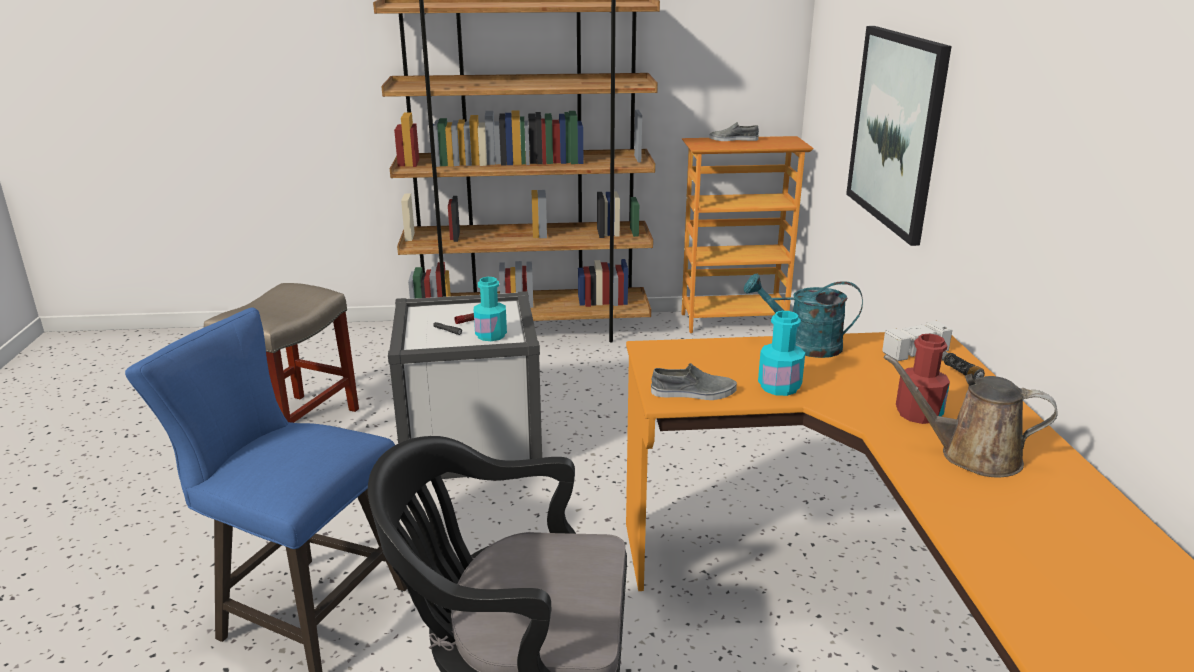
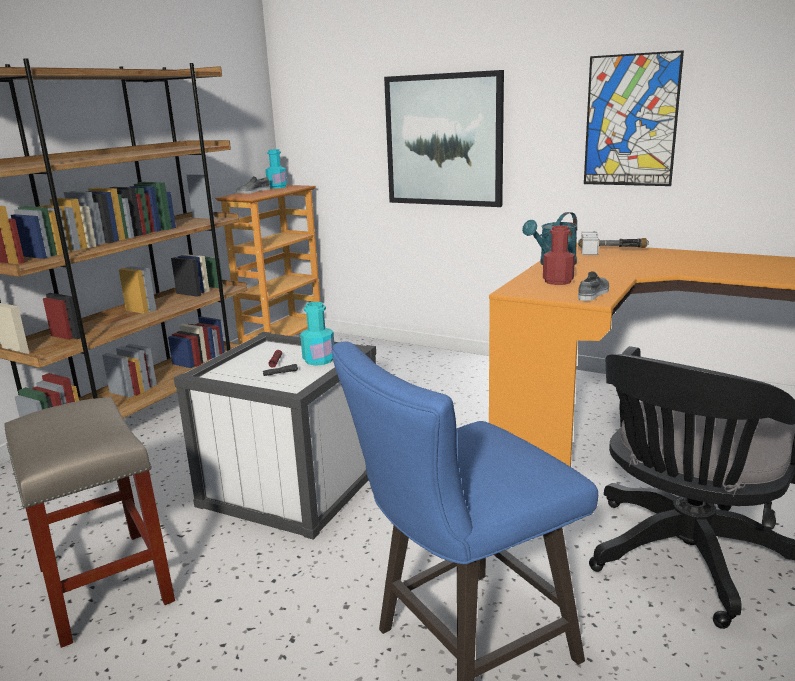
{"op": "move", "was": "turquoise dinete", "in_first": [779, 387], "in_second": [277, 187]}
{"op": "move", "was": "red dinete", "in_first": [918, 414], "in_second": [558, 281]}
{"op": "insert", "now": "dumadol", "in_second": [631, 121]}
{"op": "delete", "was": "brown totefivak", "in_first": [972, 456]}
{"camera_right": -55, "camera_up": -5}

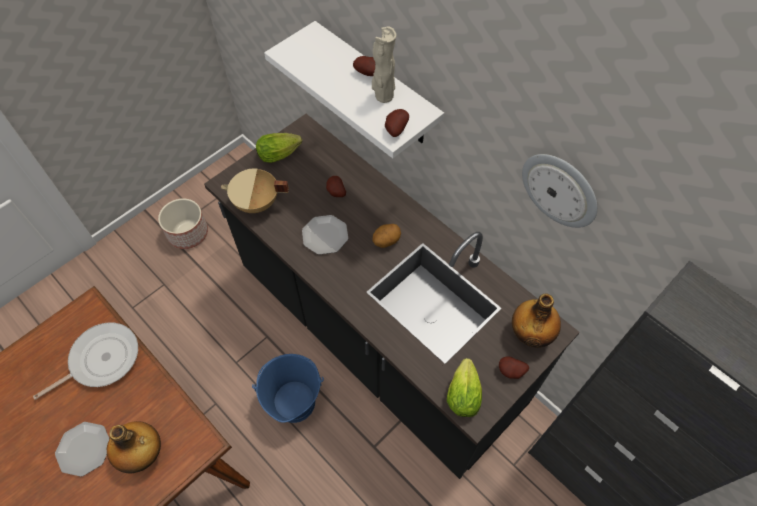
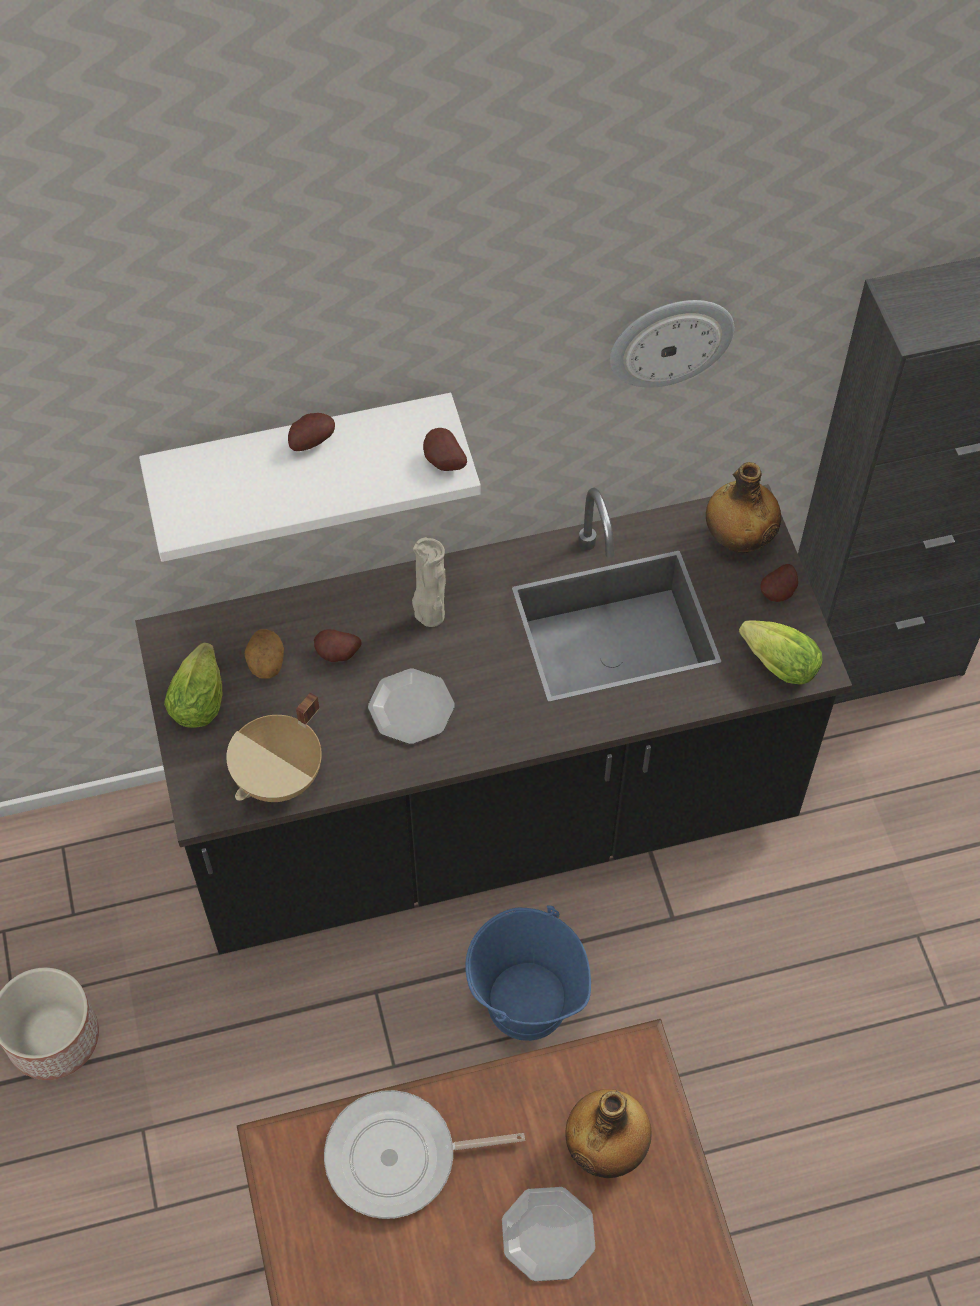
{"op": "move", "was": "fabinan", "in_first": [386, 241], "in_second": [266, 664]}
{"op": "rotate", "was": "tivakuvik", "in_first": [101, 359], "in_second": [399, 1158], "clockwise": -90}
{"op": "move", "was": "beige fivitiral", "in_first": [383, 96], "in_second": [430, 617]}
{"camera_right": -60, "camera_up": 0}

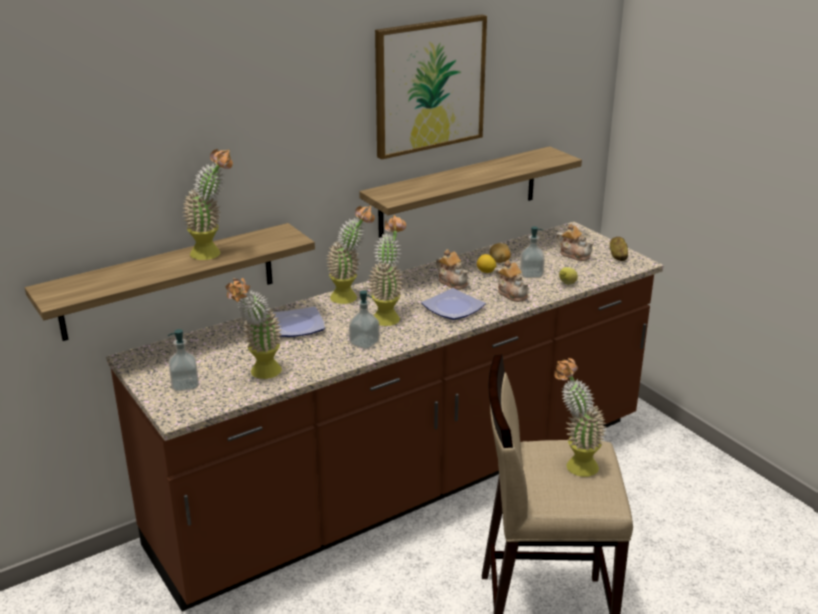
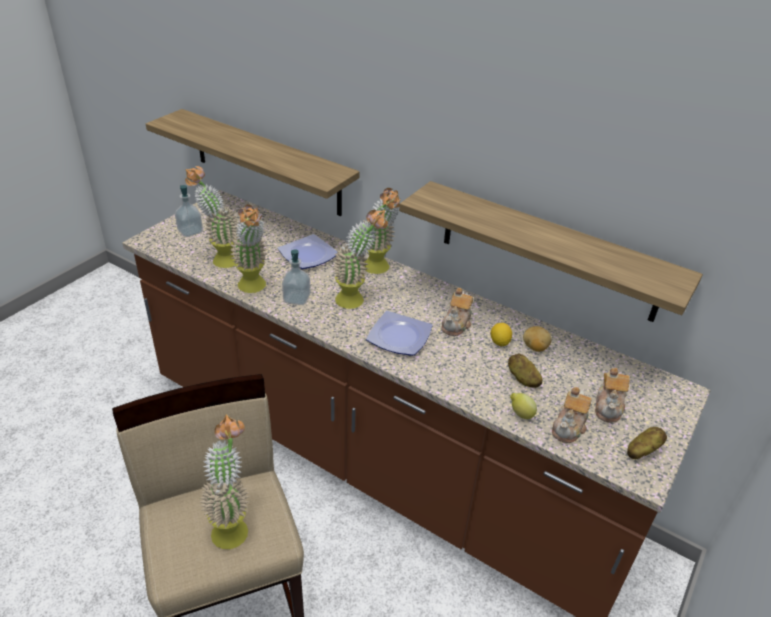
{"op": "move", "was": "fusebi", "in_first": [213, 253], "in_second": [254, 289]}
{"op": "replace", "was": "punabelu", "now": "fabinan", "in_first": [531, 274], "in_second": [522, 379]}
{"op": "move", "was": "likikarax", "in_first": [512, 294], "in_second": [569, 427]}
{"op": "delete", "was": "dumadol", "in_first": [429, 85]}
{"camera_right": 65, "camera_up": 10}

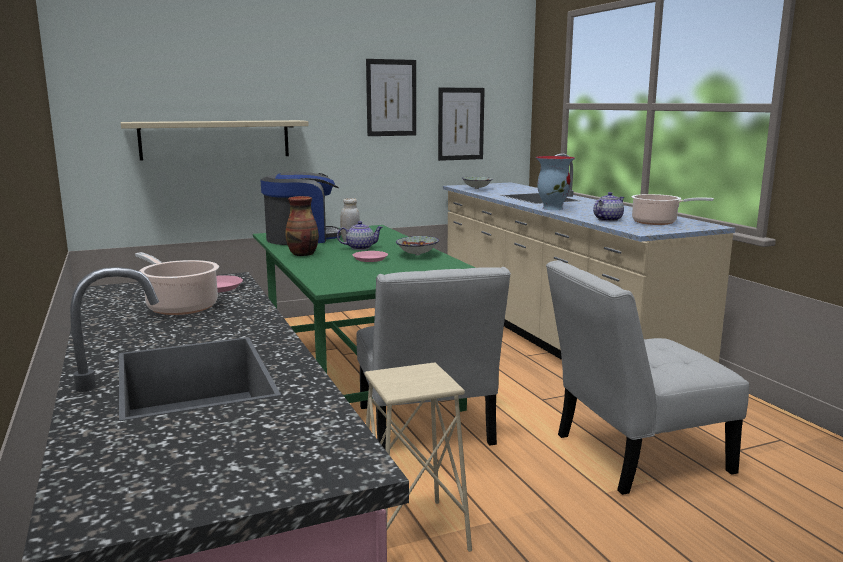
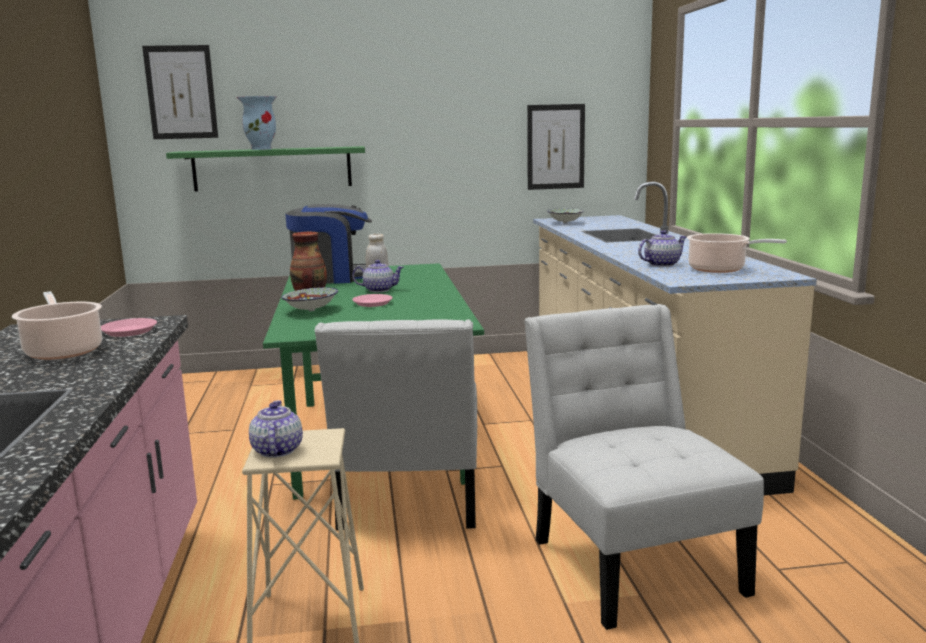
{"op": "move", "was": "dumadol", "in_first": [391, 98], "in_second": [181, 92]}
{"op": "recolor", "was": "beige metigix", "now": "green metigix", "in_first": [215, 139], "in_second": [272, 168]}
{"op": "move", "was": "fivitiral", "in_first": [552, 208], "in_second": [262, 149]}
{"op": "insert", "now": "likikarax", "in_second": [276, 451]}
{"op": "move", "was": "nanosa", "in_first": [418, 255], "in_second": [312, 310]}
{"op": "rotate", "was": "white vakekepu", "in_first": [633, 455], "in_second": [632, 560], "clockwise": 75}
{"camera_right": 15, "camera_up": 0}

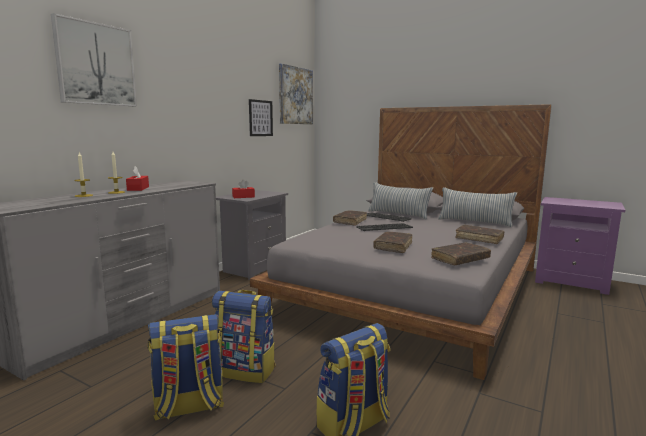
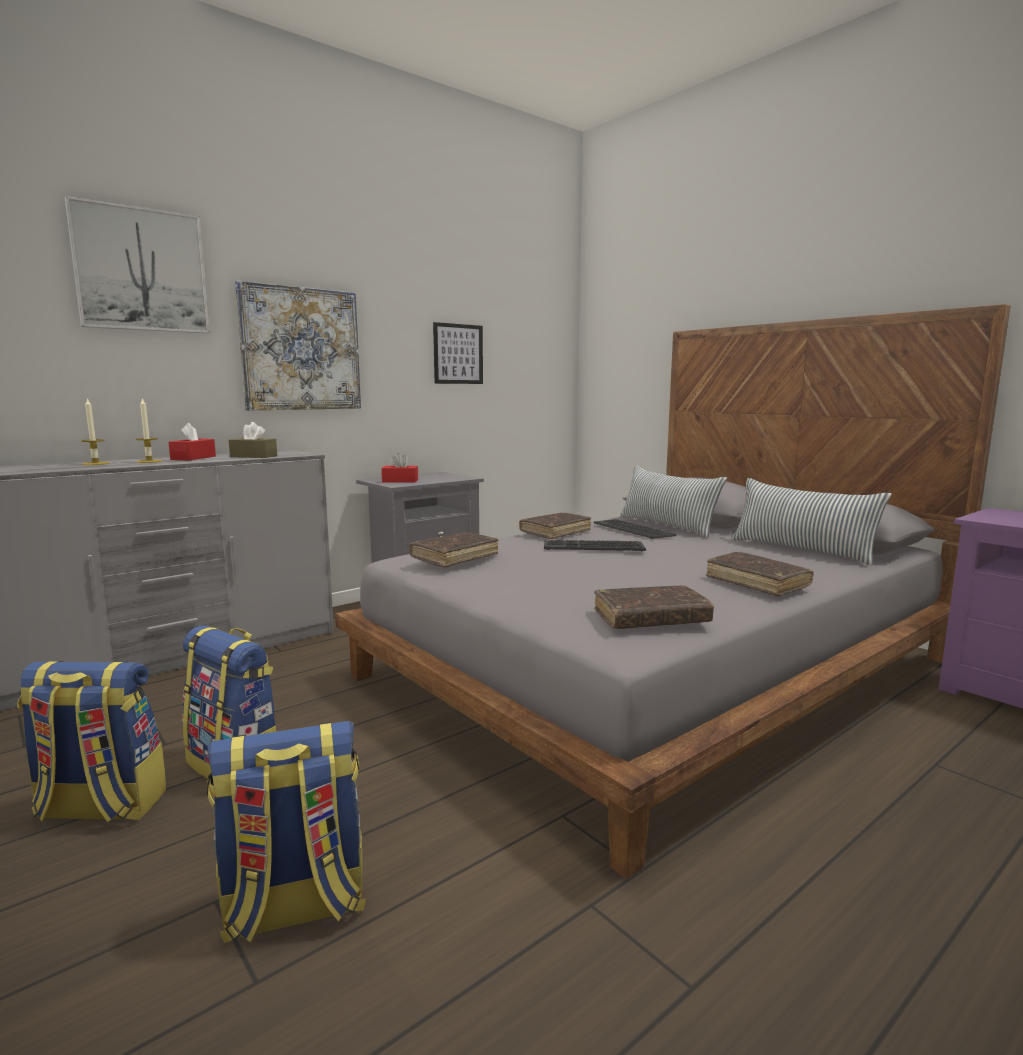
{"op": "insert", "now": "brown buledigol", "in_second": [253, 456]}
{"op": "move", "was": "dumadol", "in_first": [295, 96], "in_second": [301, 349]}
{"op": "move", "was": "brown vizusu", "in_first": [393, 247], "in_second": [454, 557]}
{"camera_right": 20, "camera_up": 0}

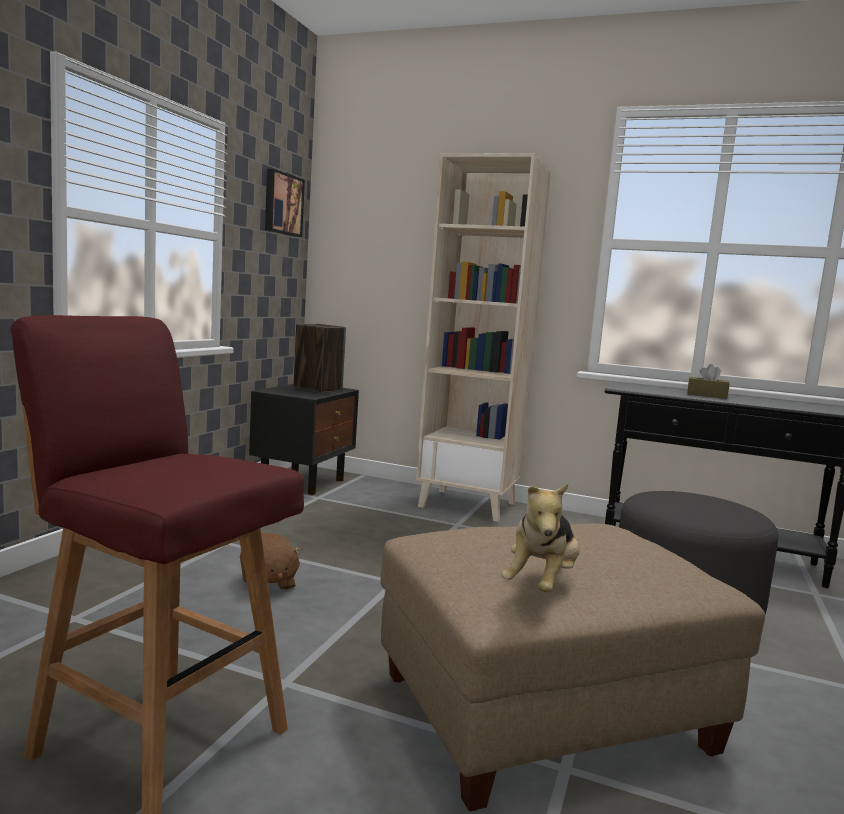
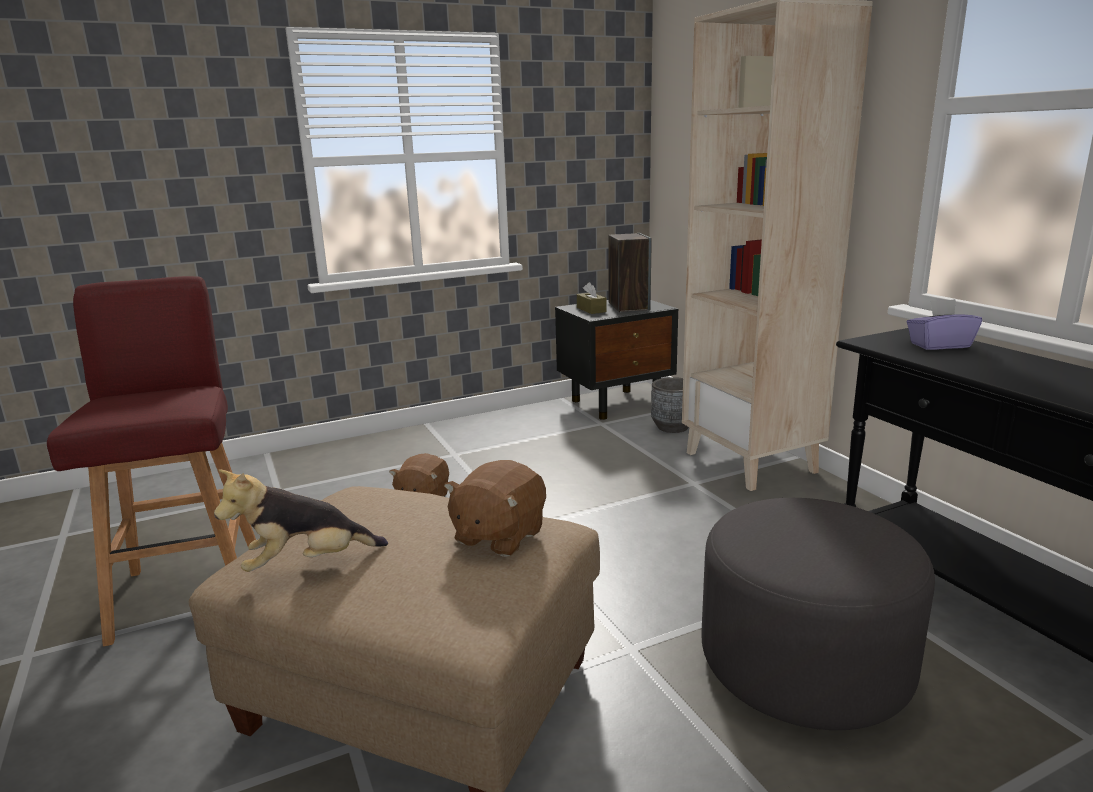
{"op": "insert", "now": "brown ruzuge", "in_second": [498, 536]}
{"op": "move", "was": "brown buledigol", "in_first": [707, 395], "in_second": [591, 310]}
{"op": "insert", "now": "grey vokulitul", "in_second": [672, 427]}
{"op": "insert", "now": "purple buledigol", "in_second": [939, 345]}
{"op": "delete", "was": "dumadol", "in_first": [282, 204]}
{"camera_right": 45, "camera_up": 10}

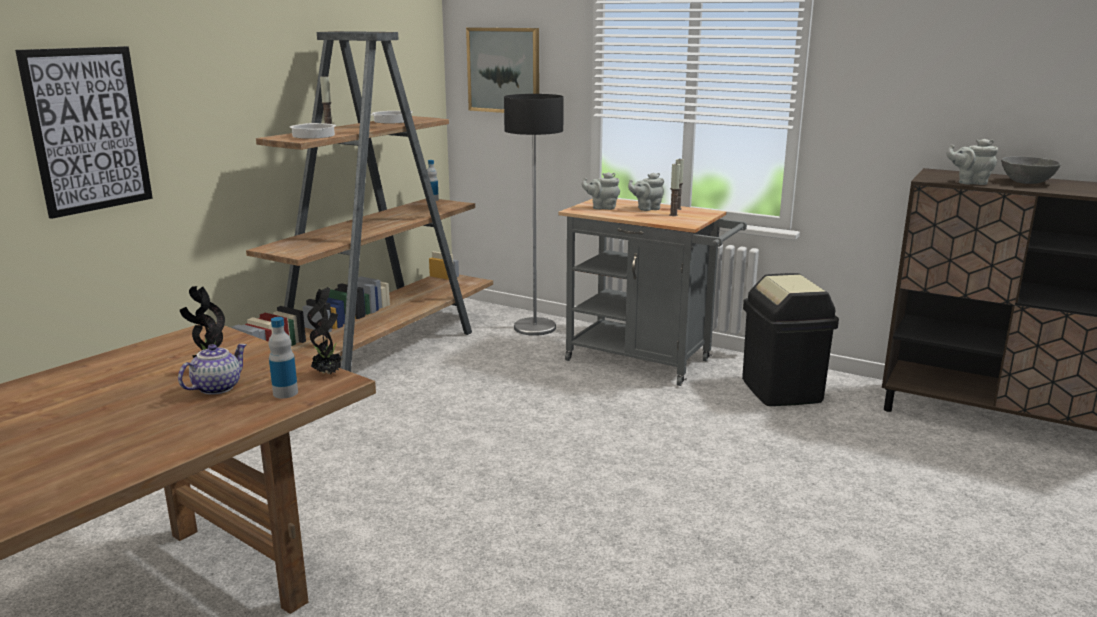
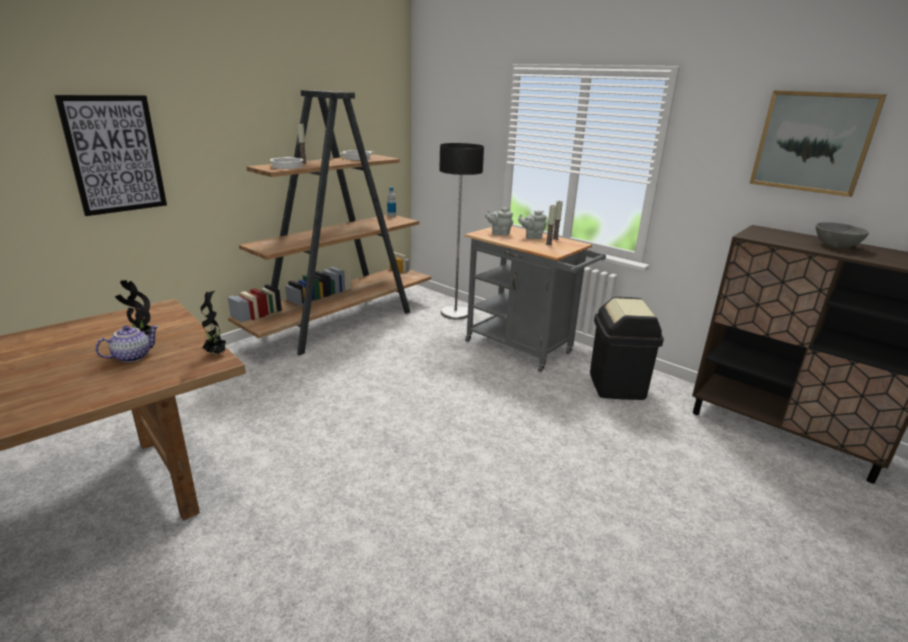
{"op": "move", "was": "dumadol", "in_first": [504, 70], "in_second": [813, 142]}
{"op": "delete", "was": "dinete", "in_first": [285, 393]}
{"op": "delete", "was": "grey likikarax", "in_first": [970, 182]}
{"camera_right": 10, "camera_up": 5}

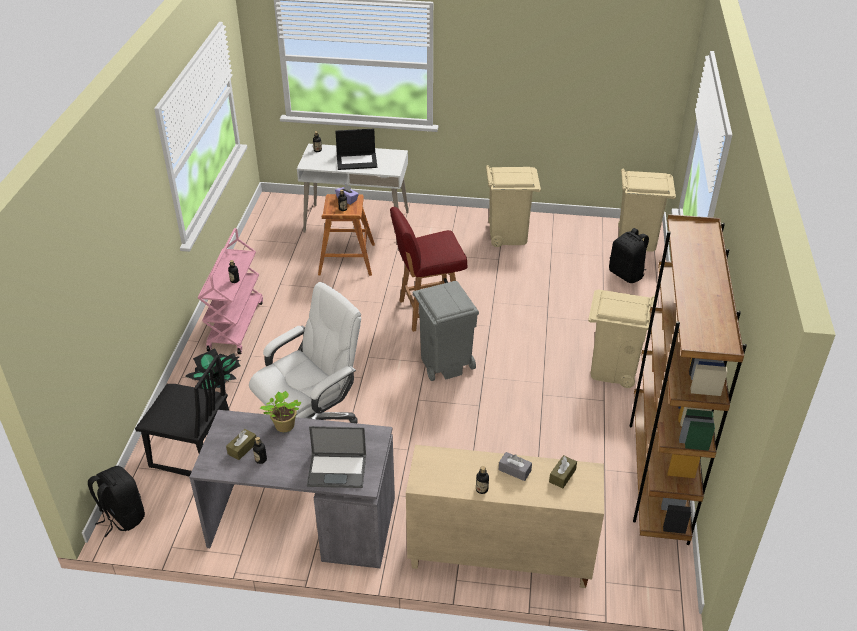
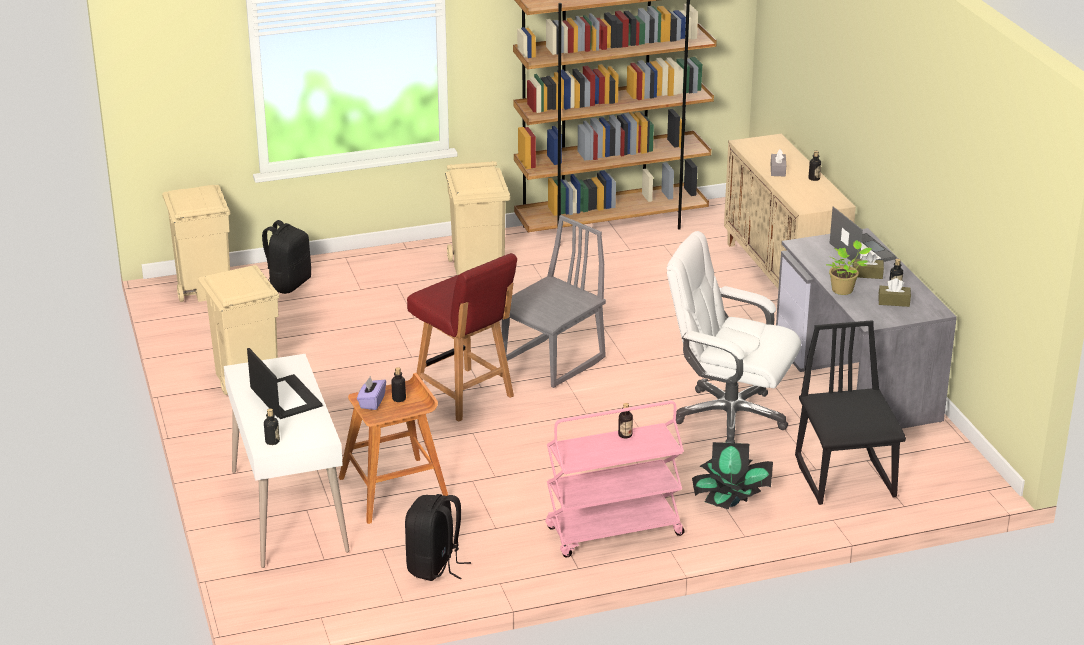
{"op": "move", "was": "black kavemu", "in_first": [122, 517], "in_second": [435, 566]}
{"op": "replace", "was": "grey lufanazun", "now": "grey vakekepu", "in_first": [445, 363], "in_second": [553, 361]}
{"op": "move", "was": "brown buledigol", "in_first": [562, 476], "in_second": [867, 274]}
{"camera_right": -115, "camera_up": -10}

